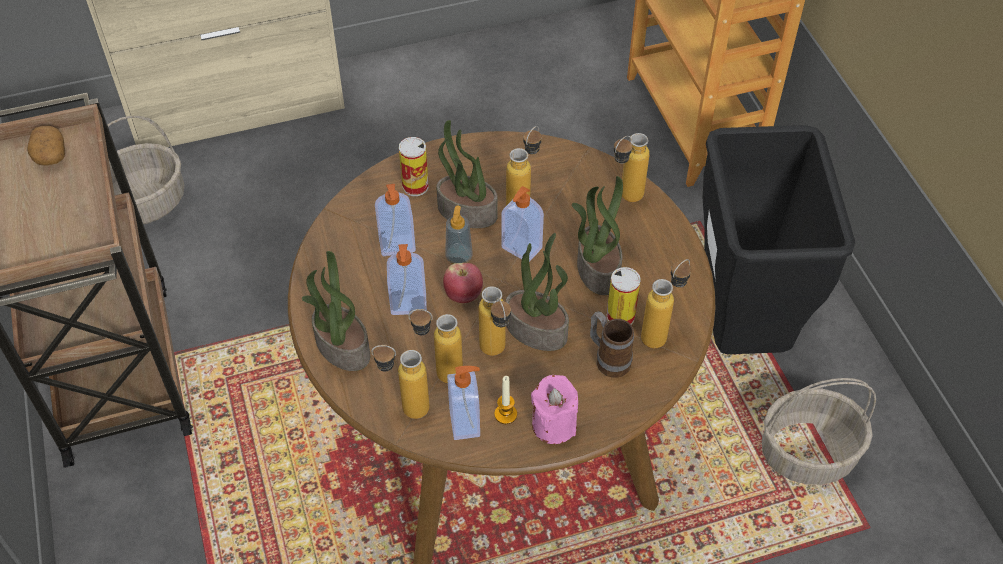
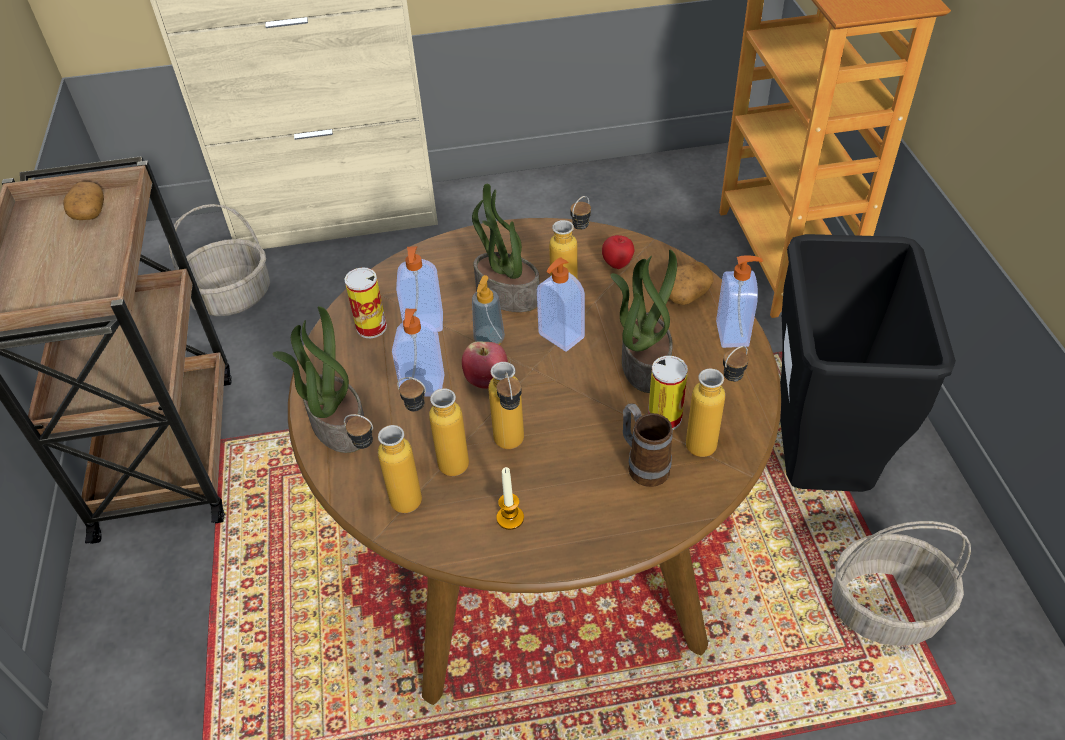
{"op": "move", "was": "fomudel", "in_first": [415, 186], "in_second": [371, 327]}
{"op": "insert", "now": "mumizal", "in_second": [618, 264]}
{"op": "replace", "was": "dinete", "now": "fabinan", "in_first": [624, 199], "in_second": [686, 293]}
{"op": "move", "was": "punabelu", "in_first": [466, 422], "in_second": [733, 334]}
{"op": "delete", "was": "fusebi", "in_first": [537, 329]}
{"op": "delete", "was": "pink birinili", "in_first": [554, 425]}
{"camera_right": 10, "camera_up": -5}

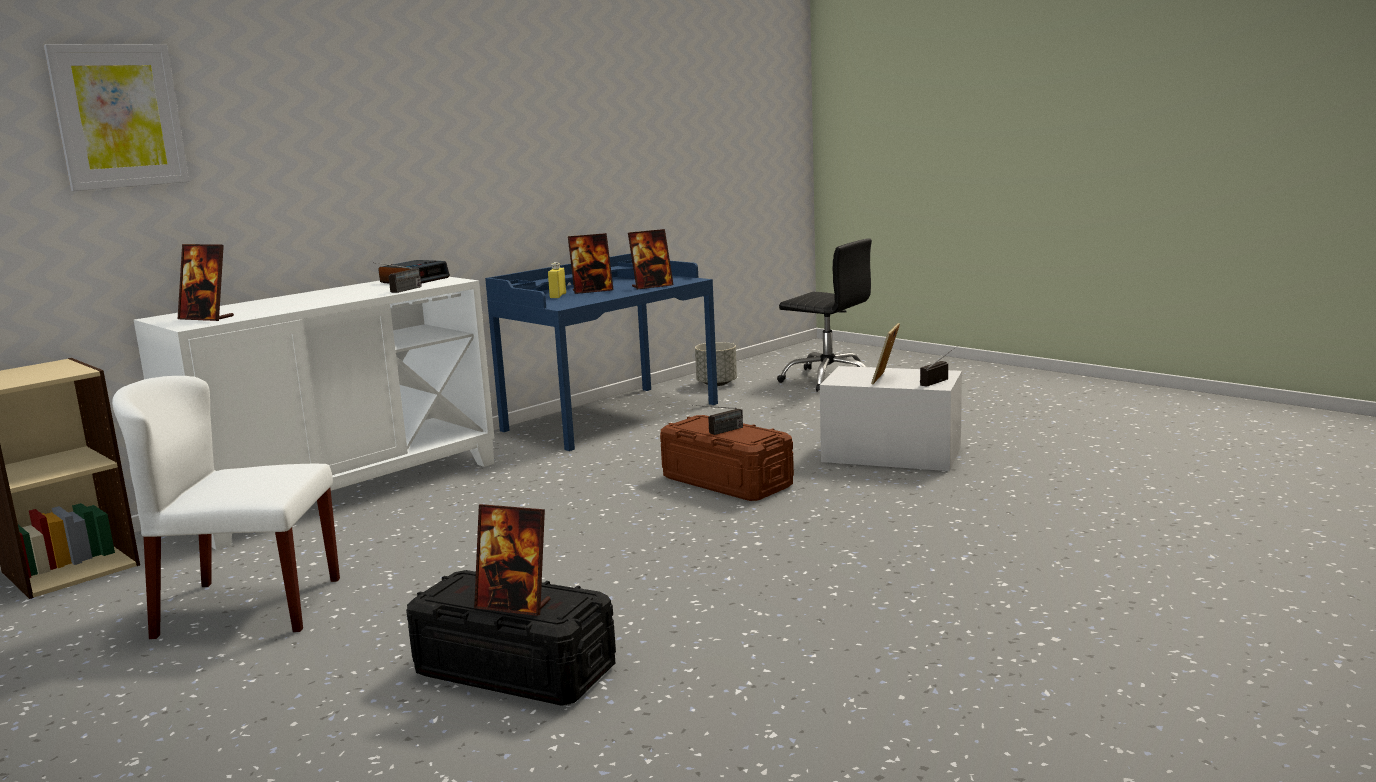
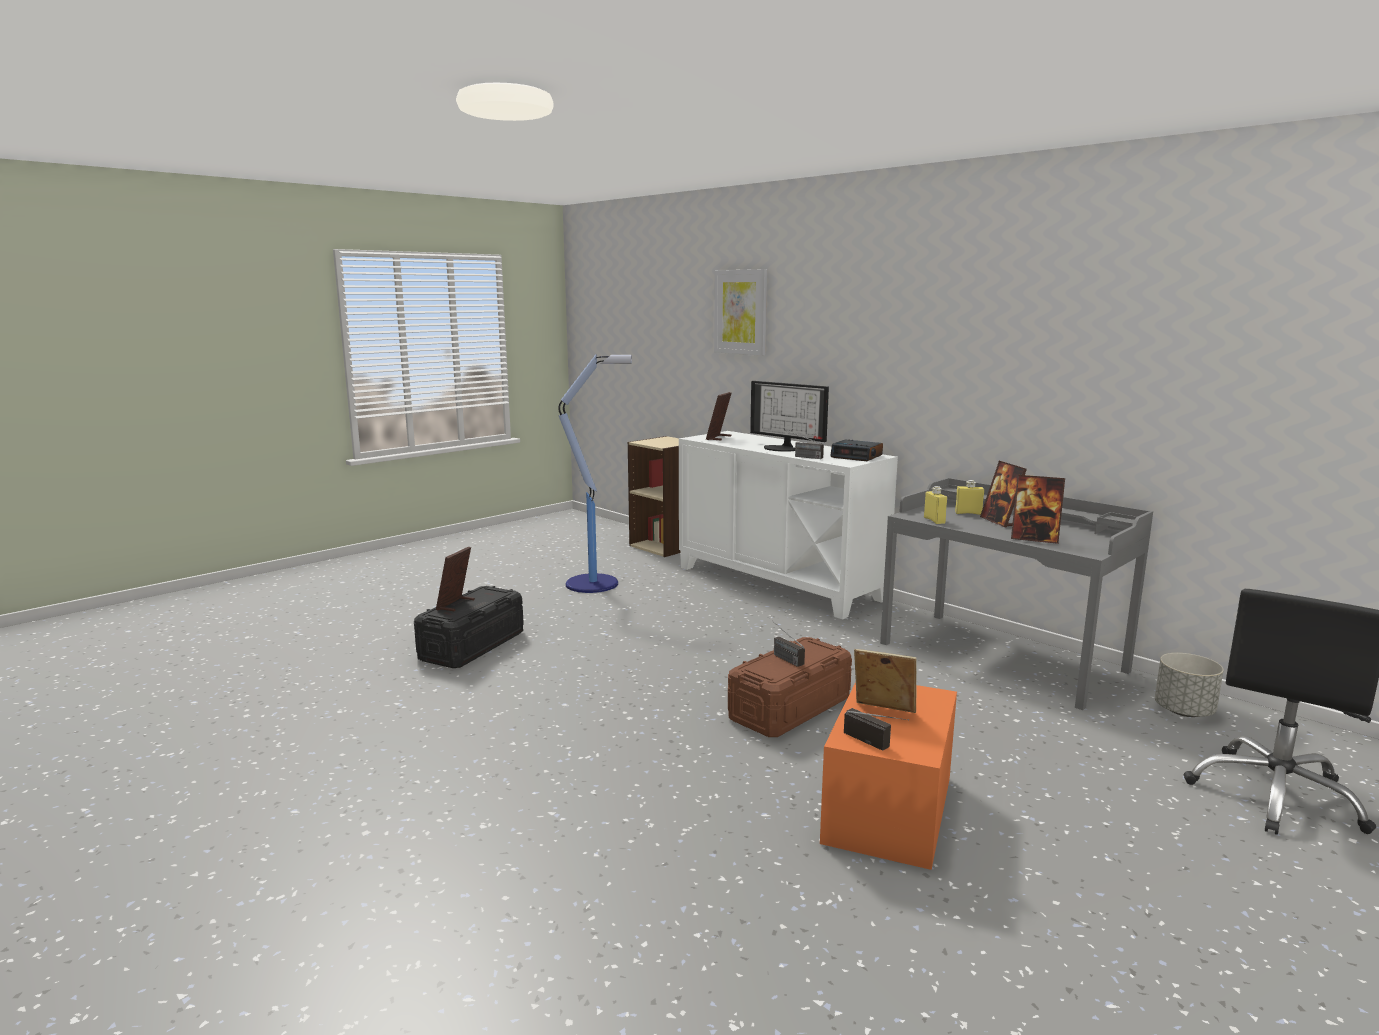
{"op": "replace", "was": "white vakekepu", "now": "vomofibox", "in_first": [248, 607], "in_second": [594, 584]}
{"op": "insert", "now": "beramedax", "in_second": [782, 448]}
{"op": "recolor", "was": "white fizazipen", "now": "orange fizazipen", "in_first": [892, 454], "in_second": [888, 809]}
{"op": "recolor", "was": "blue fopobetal", "now": "grey fopobetal", "in_first": [610, 416], "in_second": [1001, 656]}
{"op": "insert", "now": "yellow dinete", "in_second": [934, 520]}
{"op": "rotate", "was": "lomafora", "in_first": [652, 286], "in_second": [1034, 539], "clockwise": -45}
{"camera_right": 90, "camera_up": 0}

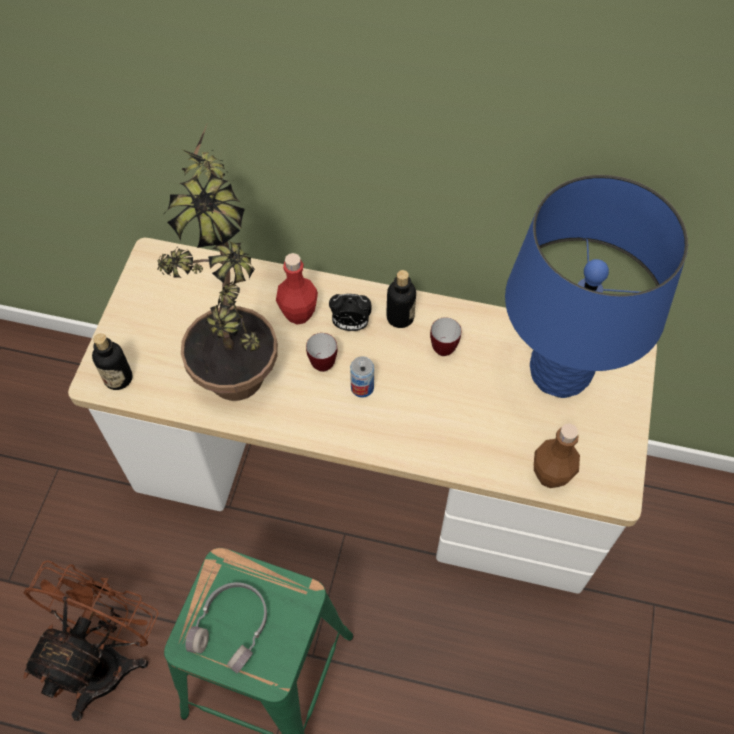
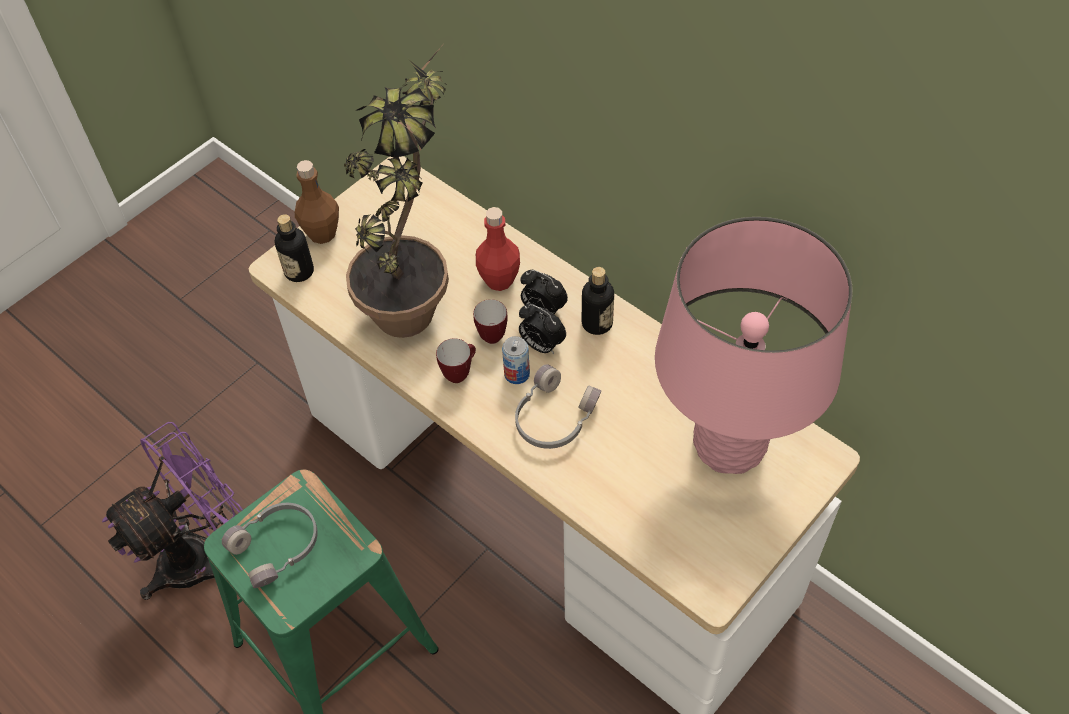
{"op": "recolor", "was": "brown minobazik", "now": "purple minobazik", "in_first": [107, 656], "in_second": [201, 554]}
{"op": "move", "was": "brown dinete", "in_first": [550, 475], "in_second": [322, 233]}
{"op": "move", "was": "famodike", "in_first": [443, 346], "in_second": [459, 373]}
{"op": "insert", "now": "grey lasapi", "in_second": [553, 417]}
{"op": "insert", "now": "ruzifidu", "in_second": [541, 345]}
{"op": "recolor", "was": "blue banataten", "now": "pink banataten", "in_first": [559, 373], "in_second": [729, 446]}
{"camera_right": 30, "camera_up": -5}

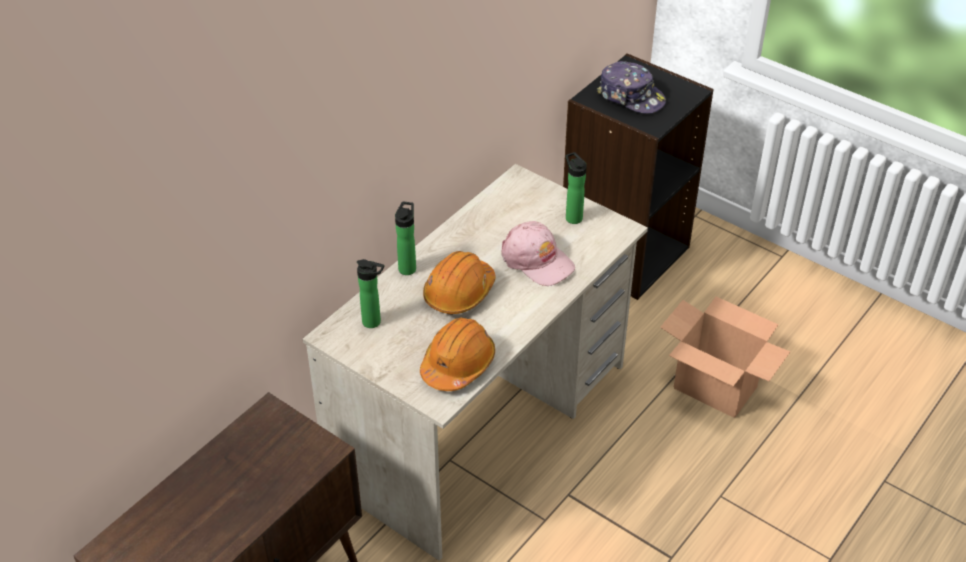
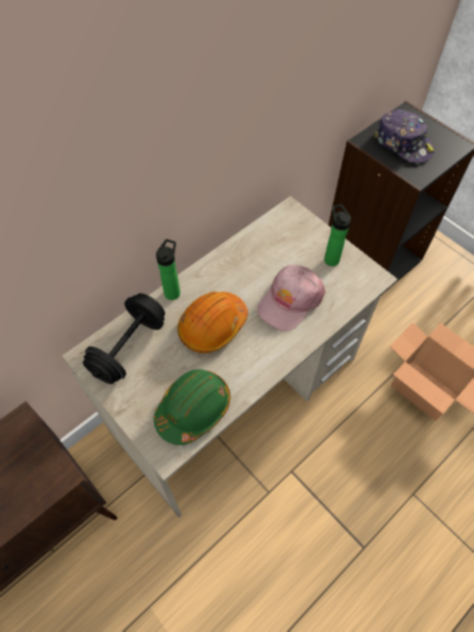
{"op": "replace", "was": "dinete", "now": "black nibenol", "in_first": [374, 322], "in_second": [129, 348]}
{"op": "recolor", "was": "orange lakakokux", "now": "green lakakokux", "in_first": [458, 364], "in_second": [193, 409]}
{"op": "rotate", "was": "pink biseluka", "in_first": [537, 260], "in_second": [290, 301], "clockwise": 75}
{"camera_right": 10, "camera_up": 15}

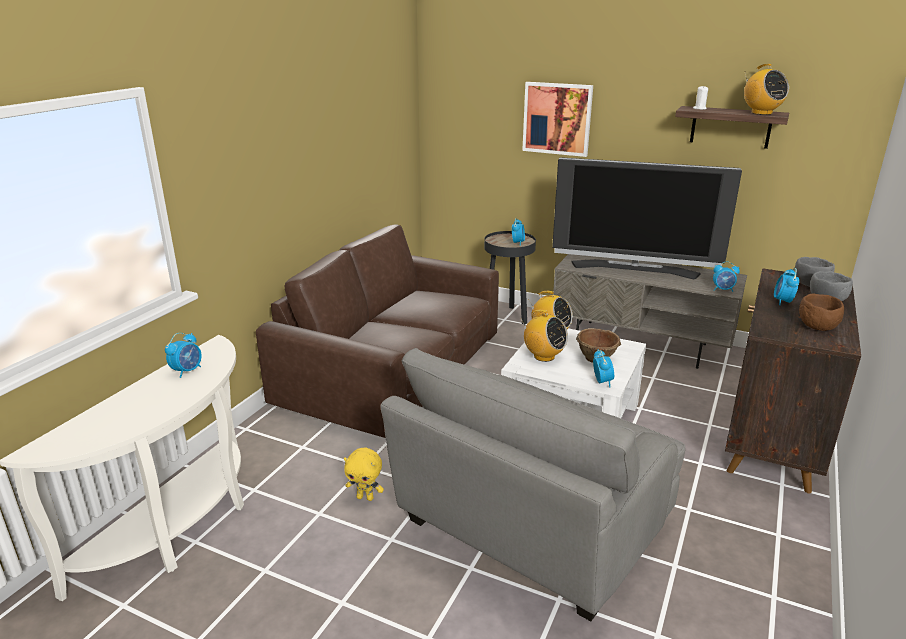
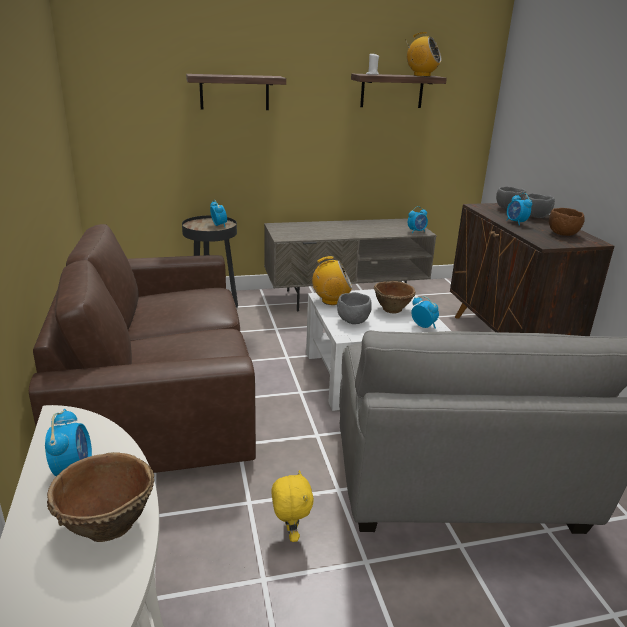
{"op": "insert", "now": "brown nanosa", "in_second": [106, 524]}
{"op": "replace", "was": "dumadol", "now": "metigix", "in_first": [557, 118], "in_second": [234, 92]}
{"op": "rotate", "was": "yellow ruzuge", "in_first": [365, 497], "in_second": [290, 533], "clockwise": -75}
{"op": "replace", "was": "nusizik", "now": "grey nanosa", "in_first": [543, 356], "in_second": [352, 320]}
{"op": "delete", "was": "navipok", "in_first": [634, 269]}
{"camera_right": -40, "camera_up": 0}

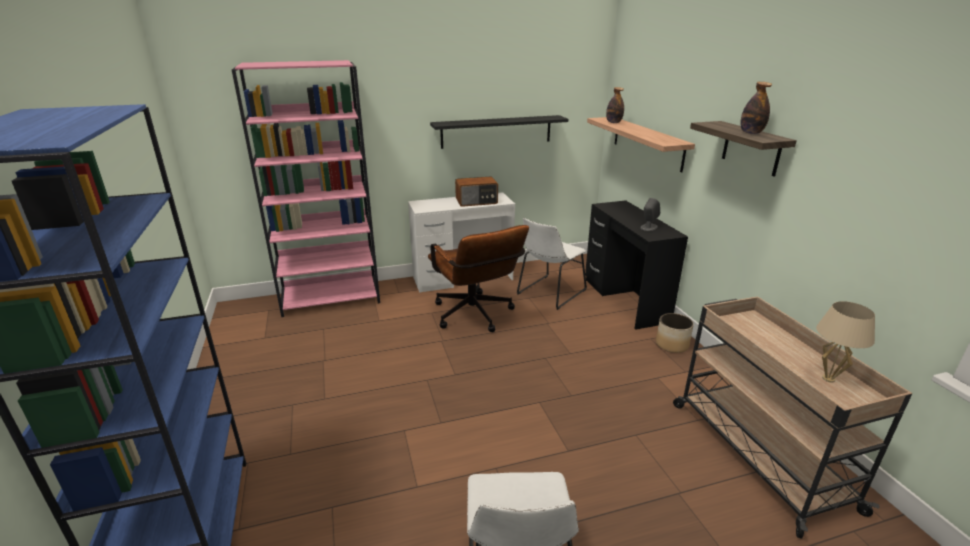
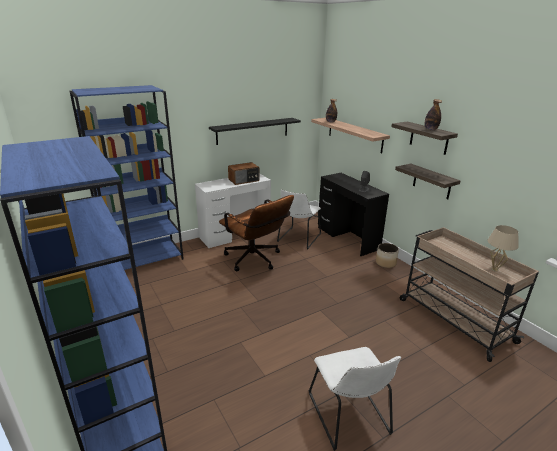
{"op": "recolor", "was": "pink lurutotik", "now": "blue lurutotik", "in_first": [331, 298], "in_second": [145, 260]}
{"op": "insert", "now": "metigix", "in_second": [432, 181]}
{"camera_right": -15, "camera_up": 0}

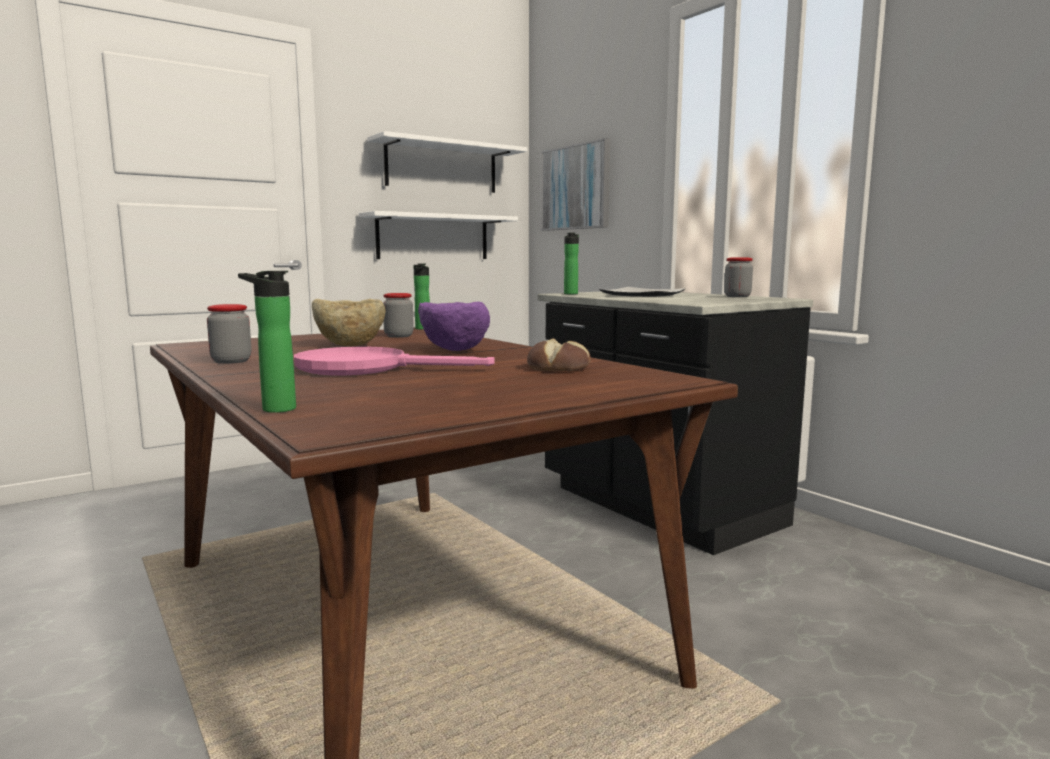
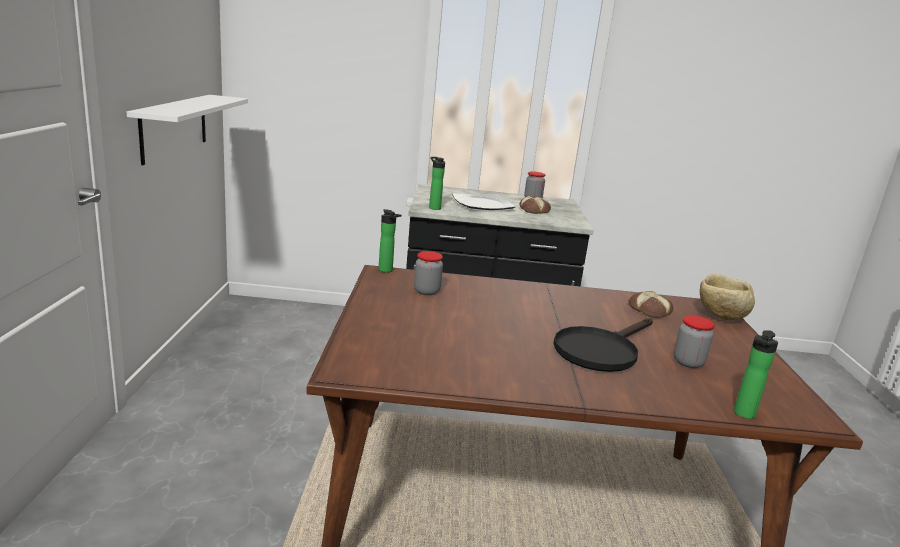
{"op": "insert", "now": "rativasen", "in_second": [534, 210]}
{"op": "recolor", "was": "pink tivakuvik", "now": "black tivakuvik", "in_first": [367, 368], "in_second": [600, 350]}
{"op": "move", "was": "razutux", "in_first": [231, 361], "in_second": [688, 362]}
{"op": "move", "was": "beige nanosa", "in_first": [350, 345], "in_second": [720, 317]}
{"op": "delete", "was": "white metigix", "in_first": [441, 167]}
{"op": "delete", "was": "purple nanosa", "in_first": [453, 351]}
{"op": "delete", "was": "dumadol", "in_first": [575, 187]}
{"camera_right": -55, "camera_up": 10}

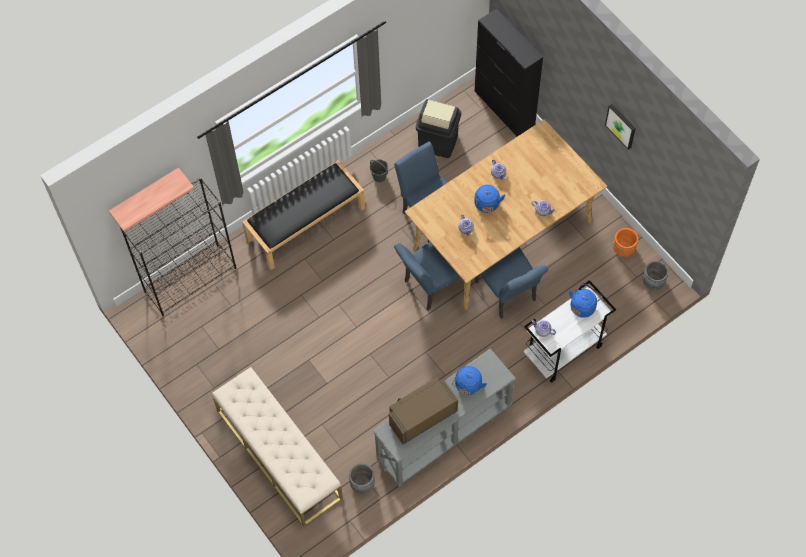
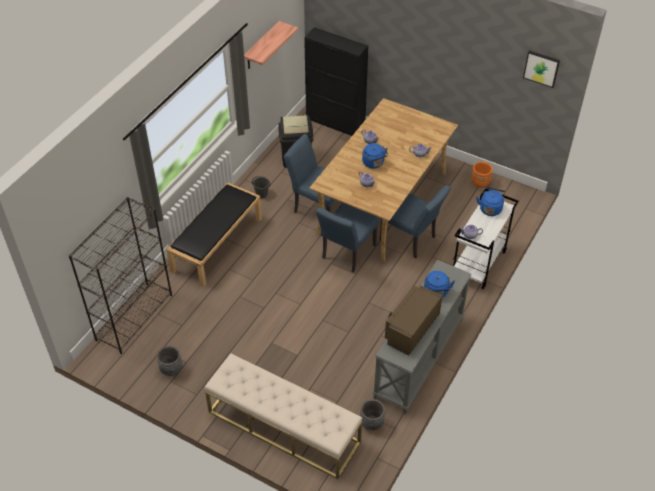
{"op": "move", "was": "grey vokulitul", "in_first": [653, 282], "in_second": [171, 369]}
{"op": "move", "was": "metigix", "in_first": [145, 195], "in_second": [261, 46]}
{"op": "move", "was": "dumadol", "in_first": [621, 125], "in_second": [541, 68]}
{"camera_right": -25, "camera_up": -15}

